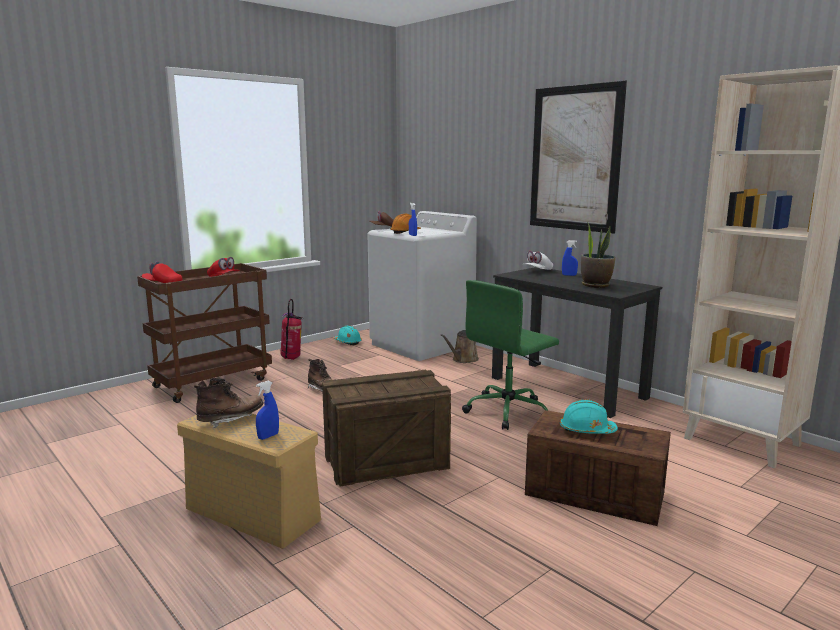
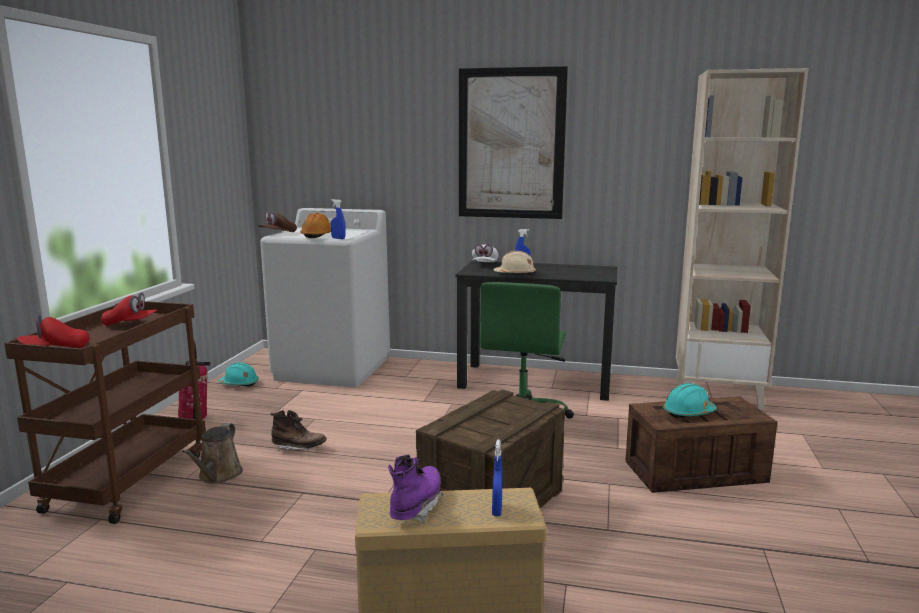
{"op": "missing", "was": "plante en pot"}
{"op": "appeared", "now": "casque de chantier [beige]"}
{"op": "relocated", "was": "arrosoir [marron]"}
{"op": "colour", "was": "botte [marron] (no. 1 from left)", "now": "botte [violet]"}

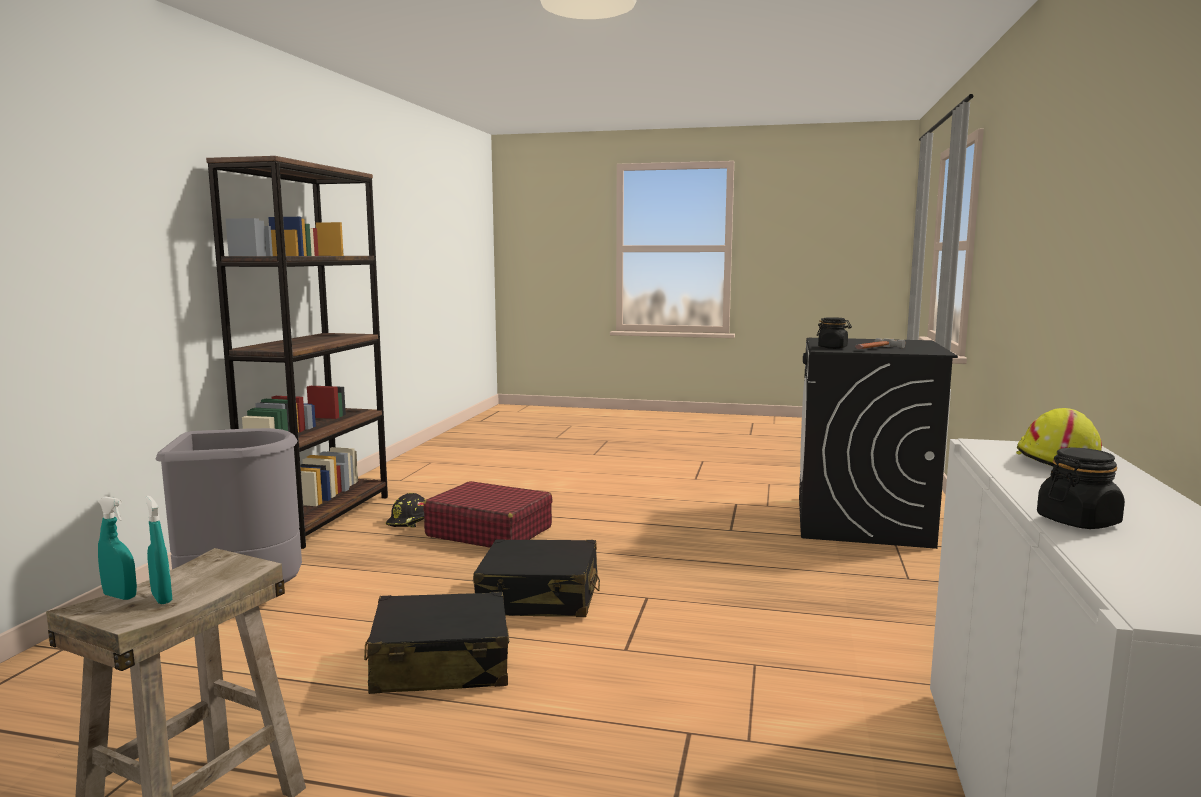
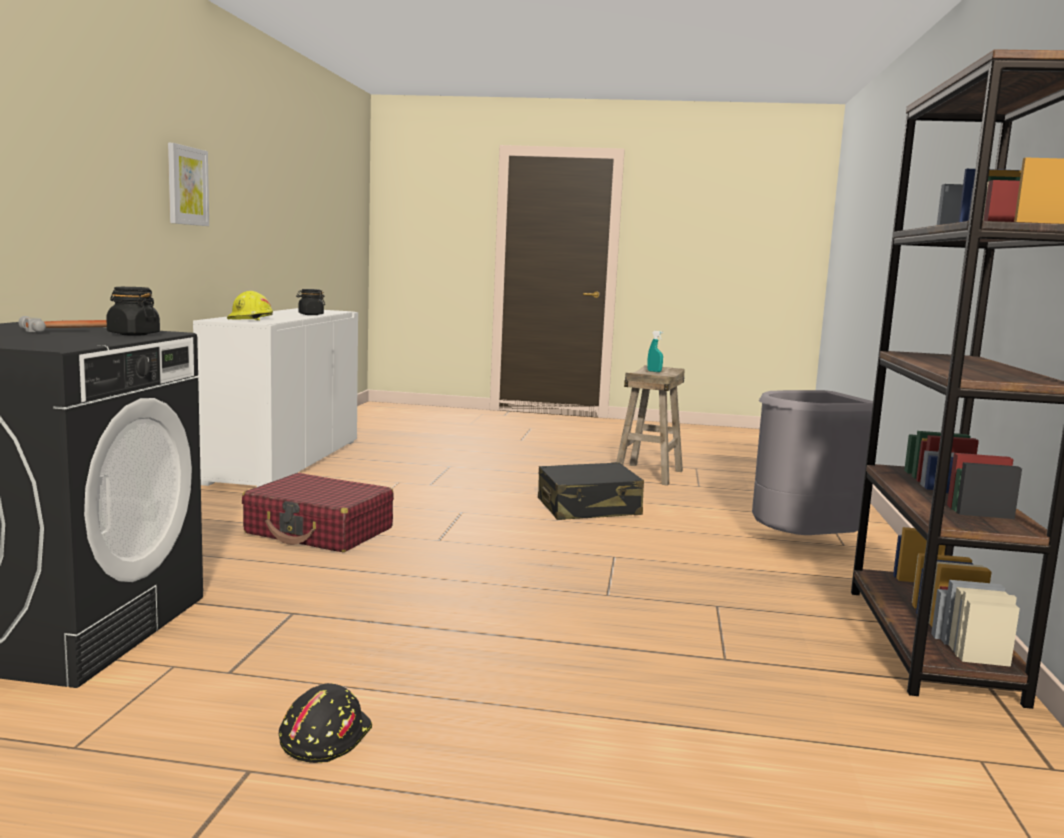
{"op": "missing", "was": "vaporisateur [turquoise] (no. 1 from left)"}
{"op": "missing", "was": "valise [noir] (no. 2 from left)"}
{"op": "appeared", "now": "tableau"}
{"op": "relocated", "was": "casque de chantier [noir]"}
{"op": "relocated", "was": "valise [rouge]"}

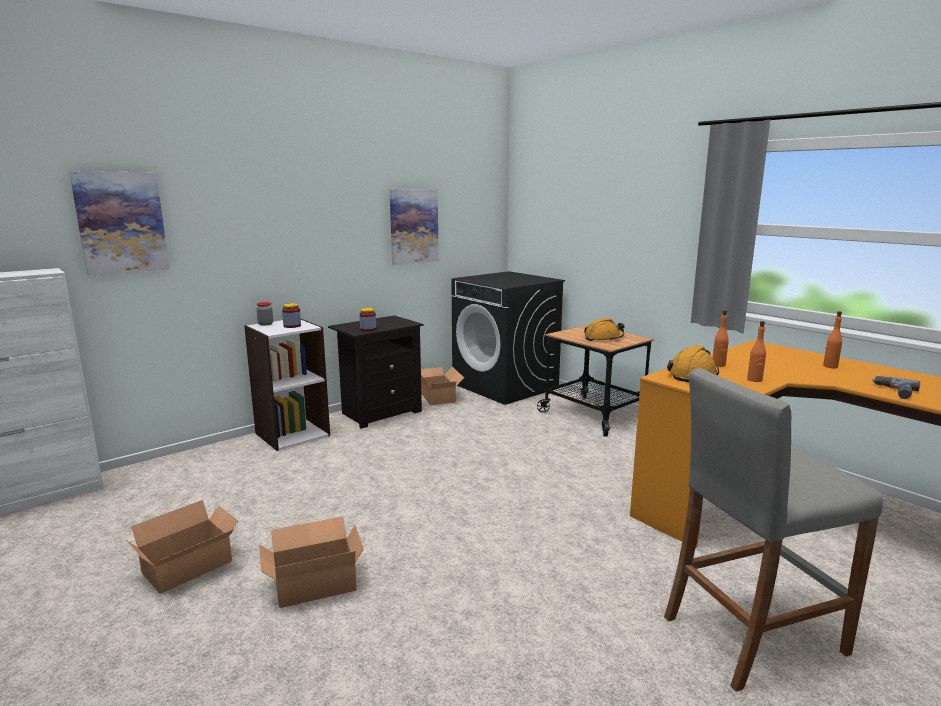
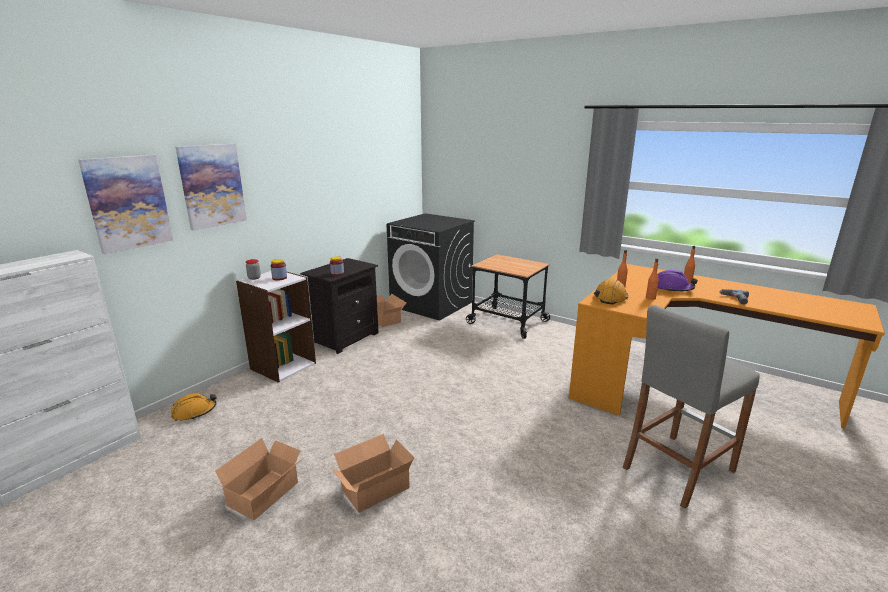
{"op": "appeared", "now": "casque de chantier [violet]"}
{"op": "relocated", "was": "tableau (no. 2 from left)"}
{"op": "relocated", "was": "casque de chantier [orange] (no. 1 from left)"}

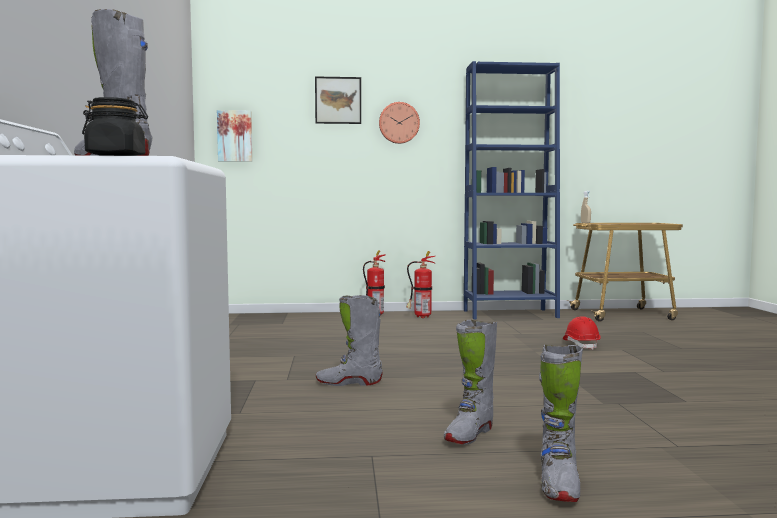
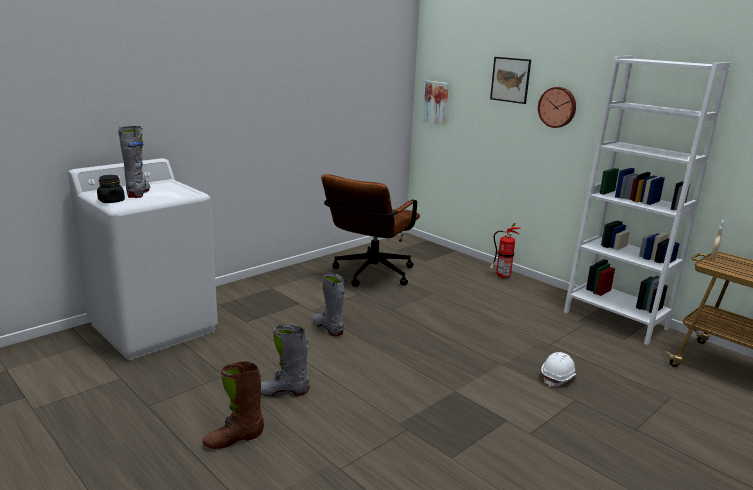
{"op": "missing", "was": "extincteur (no. 2 from left)"}
{"op": "appeared", "now": "chaise de bureau [marron]"}
{"op": "colour", "was": "bibliothèque [bleu]", "now": "bibliothèque [blanc]"}
{"op": "colour", "was": "botte [gris] (no. 4 from left)", "now": "botte [marron]"}
{"op": "colour", "was": "casque de chantier [rouge]", "now": "casque de chantier [blanc]"}

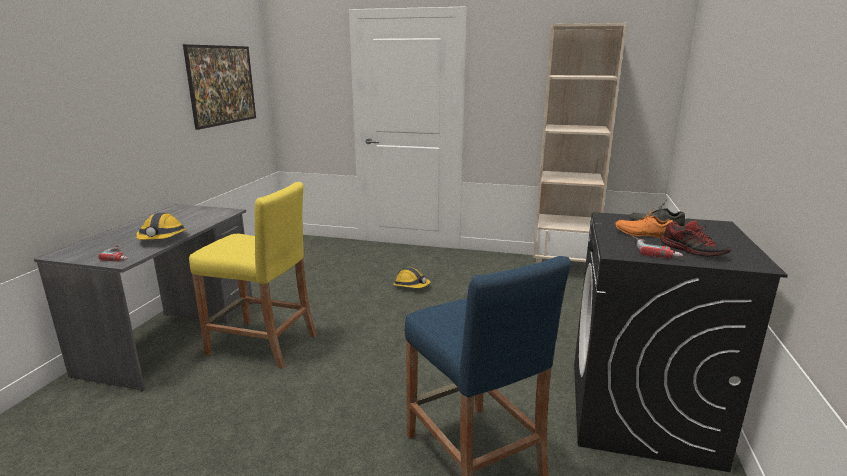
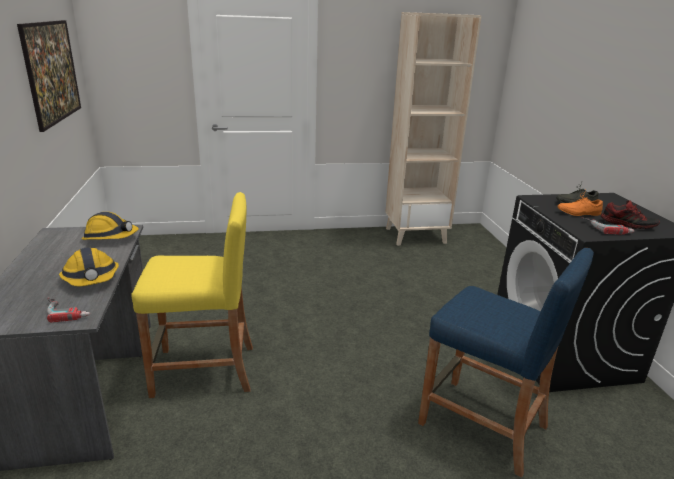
{"op": "relocated", "was": "casque de chantier (no. 2 from left)"}

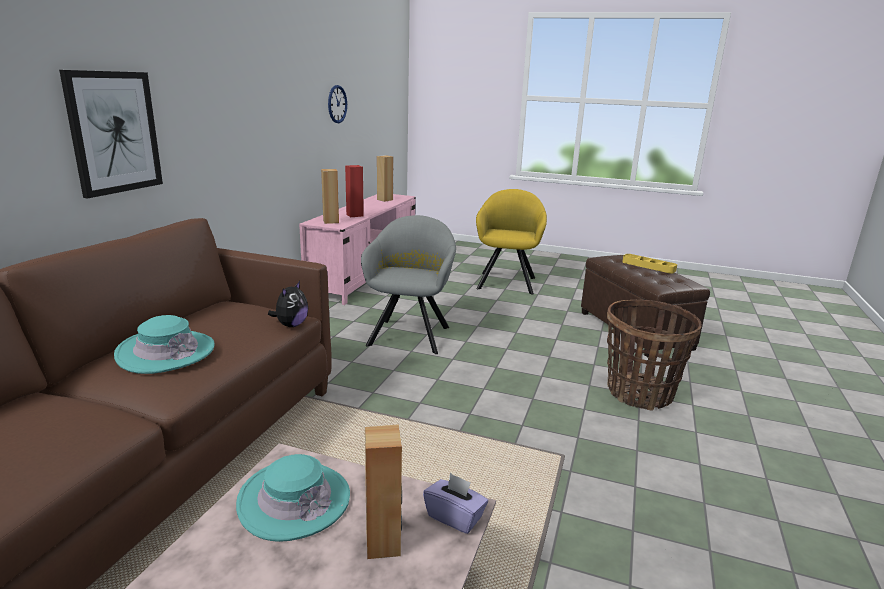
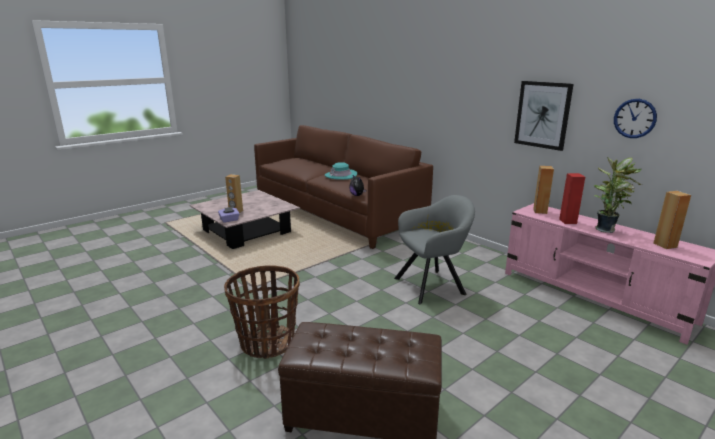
{"op": "missing", "was": "chapeau [turquoise] (no. 2 from left)"}
{"op": "missing", "was": "fauteuil [jaune]"}
{"op": "missing", "was": "plateau [jaune]"}
{"op": "appeared", "now": "plante en pot"}
{"op": "relocated", "was": "tableau"}
{"op": "spun", "was": "fauteuil [gris]", "clockwise": -60}

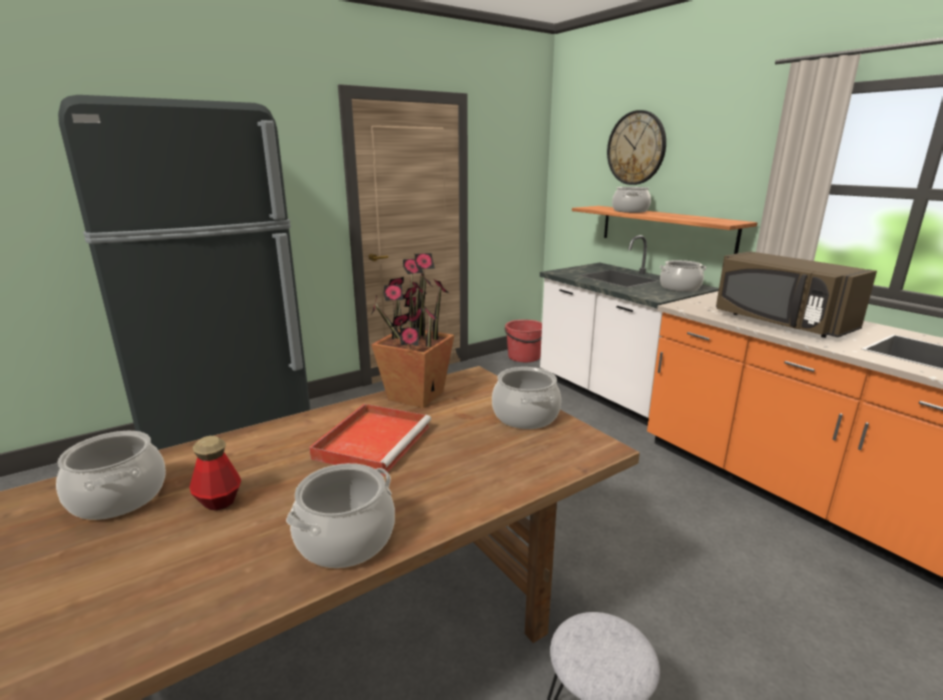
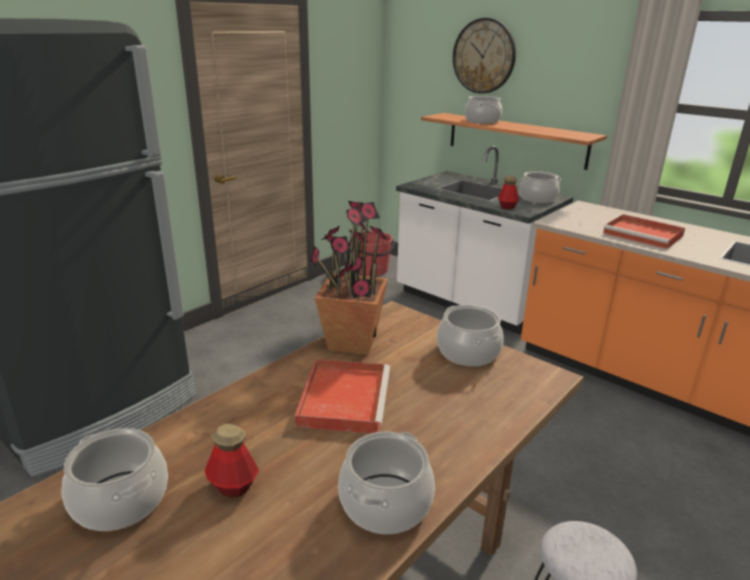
{"op": "appeared", "now": "bouteille (no. 2 from left)"}
{"op": "exchanged", "was": "micro-ondes [marron]", "now": "plateau [rouge] (no. 2 from left)"}

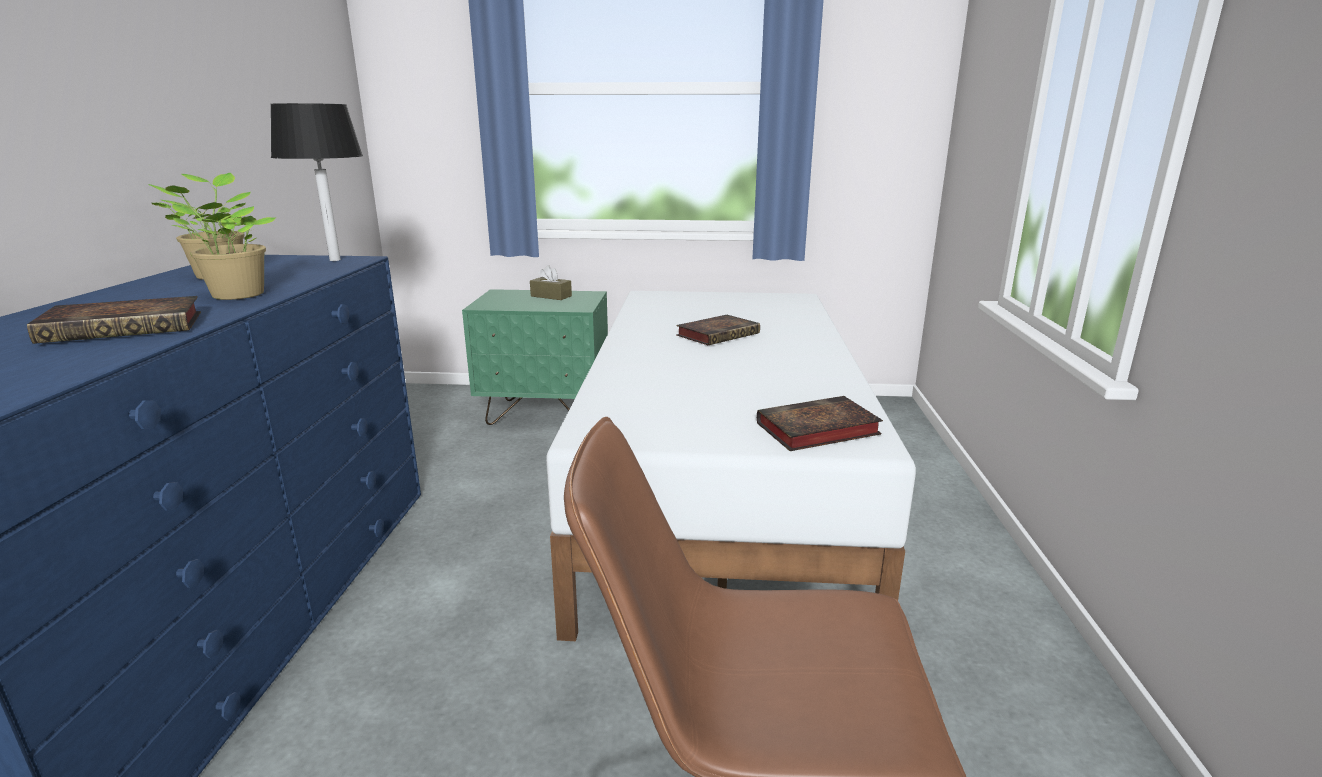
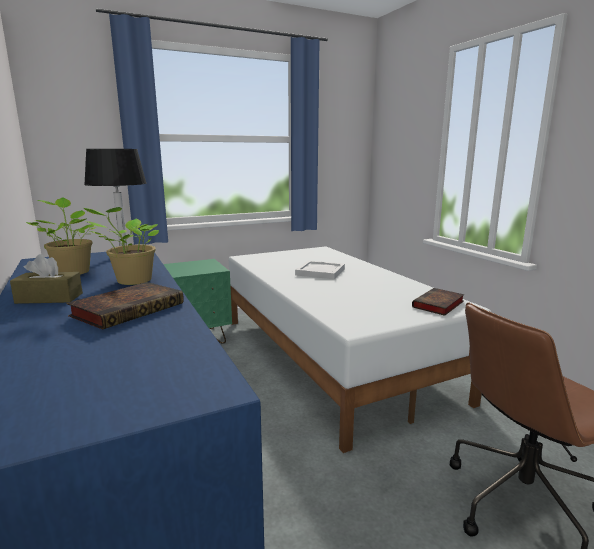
{"op": "relocated", "was": "boîte à mouchoirs [marron]"}
{"op": "exchanged", "was": "livre (no. 2 from left)", "now": "plateau [blanc]"}

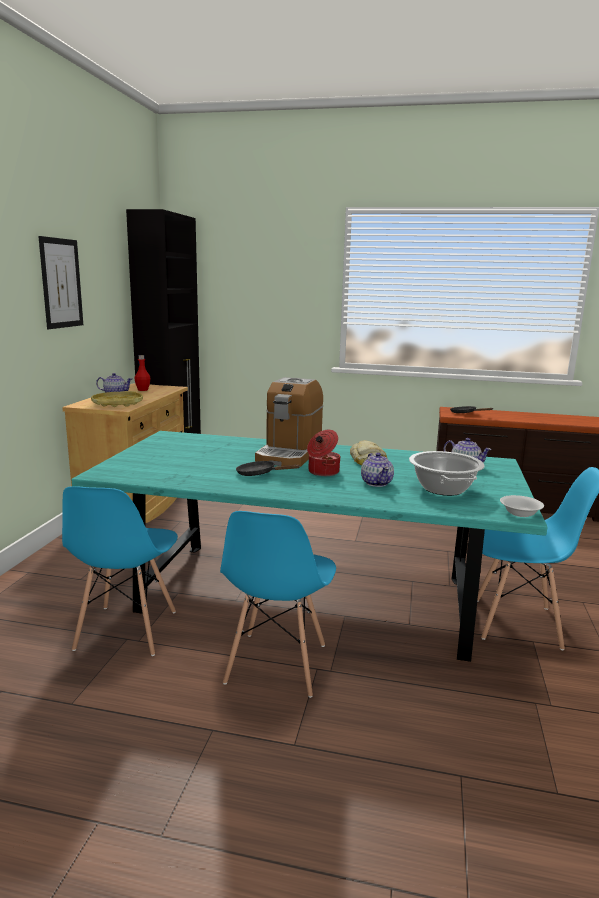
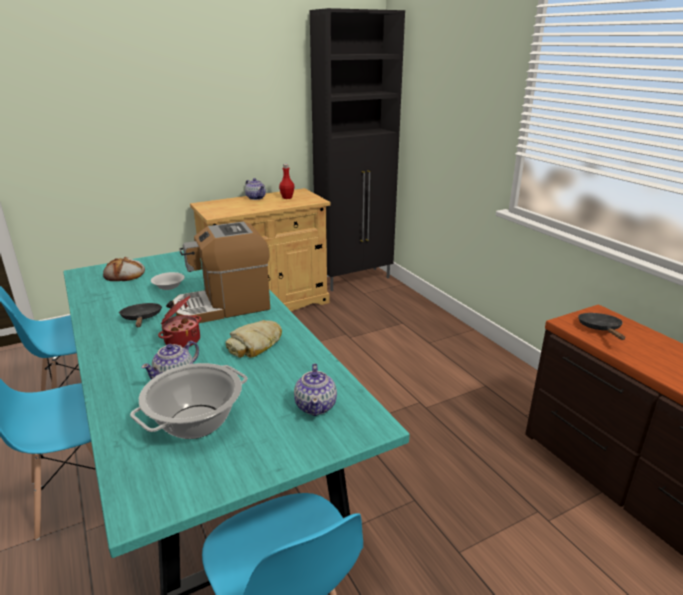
{"op": "missing", "was": "tableau"}
{"op": "missing", "was": "plateau [jaune]"}
{"op": "appeared", "now": "pain (no. 1 from left)"}
{"op": "relocated", "was": "bol [blanc]"}

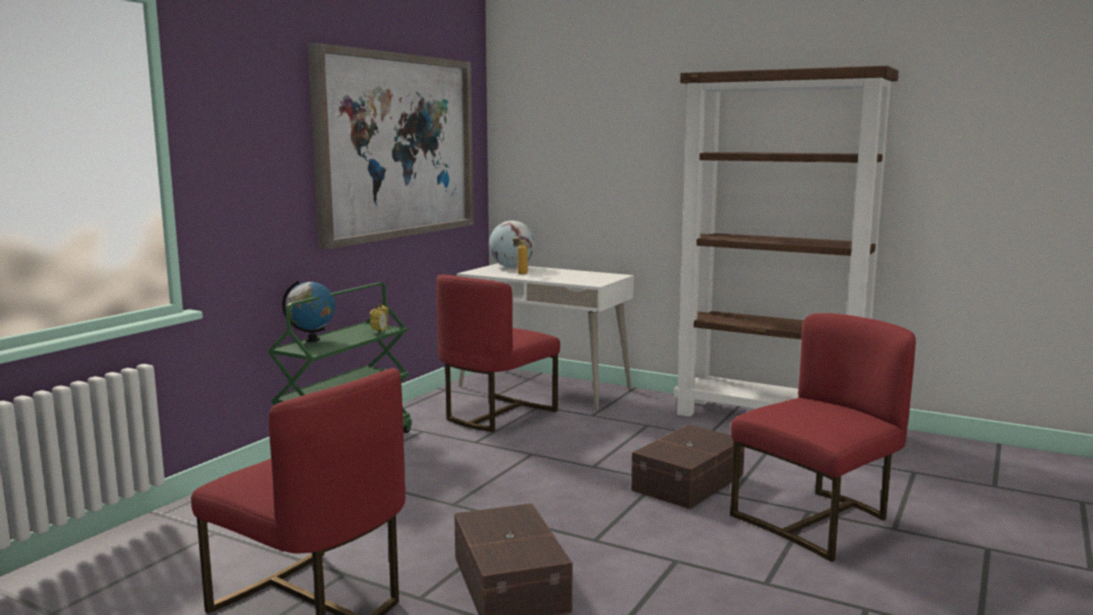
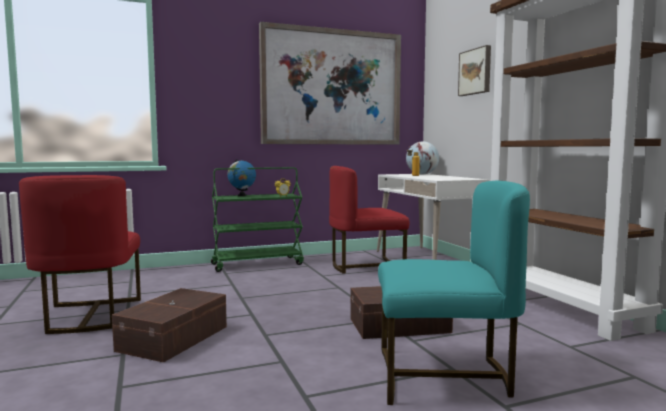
{"op": "appeared", "now": "tableau (no. 2 from left)"}
{"op": "colour", "was": "chaise [rouge] (no. 3 from left)", "now": "chaise [turquoise]"}

